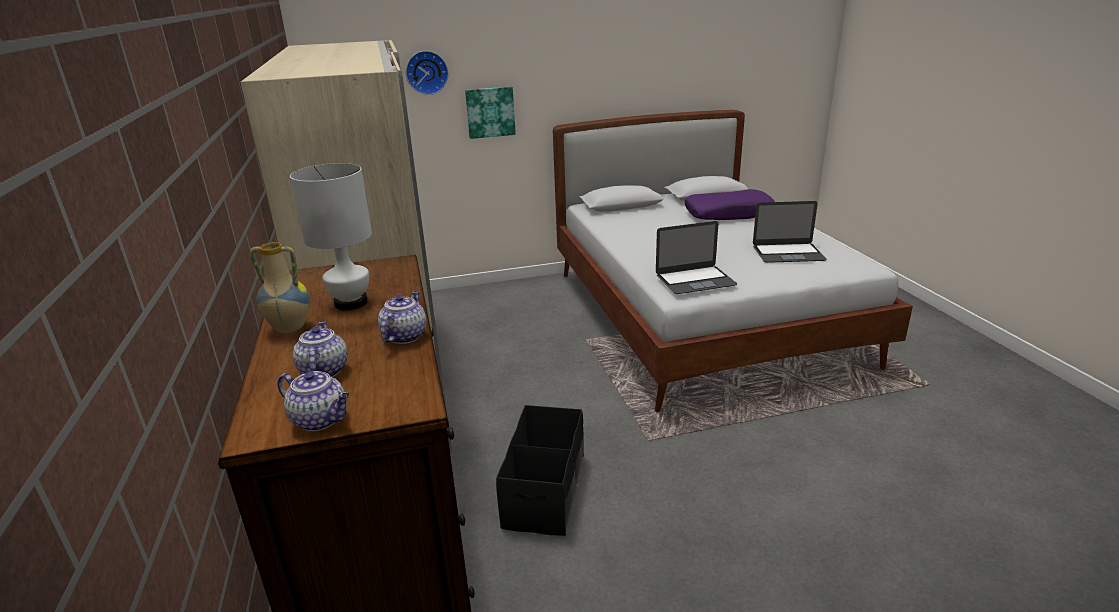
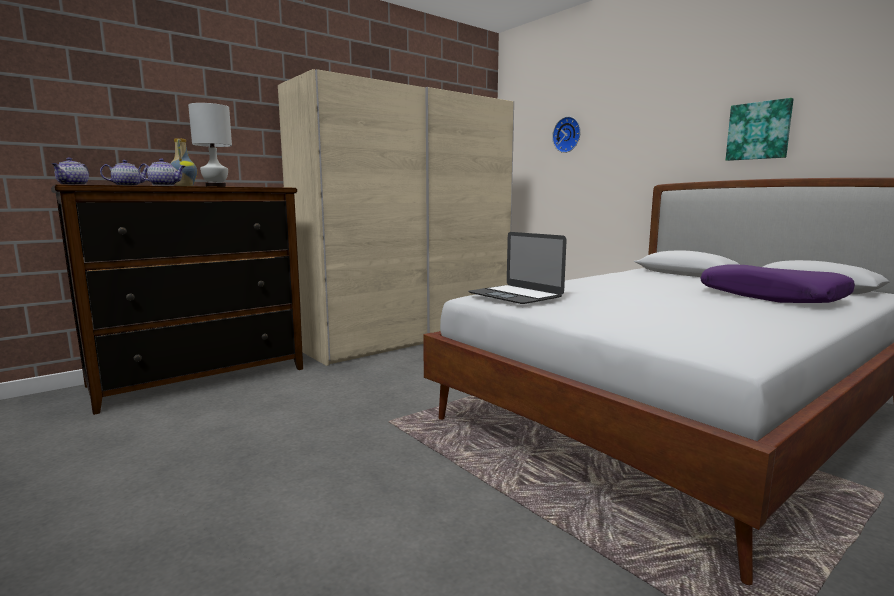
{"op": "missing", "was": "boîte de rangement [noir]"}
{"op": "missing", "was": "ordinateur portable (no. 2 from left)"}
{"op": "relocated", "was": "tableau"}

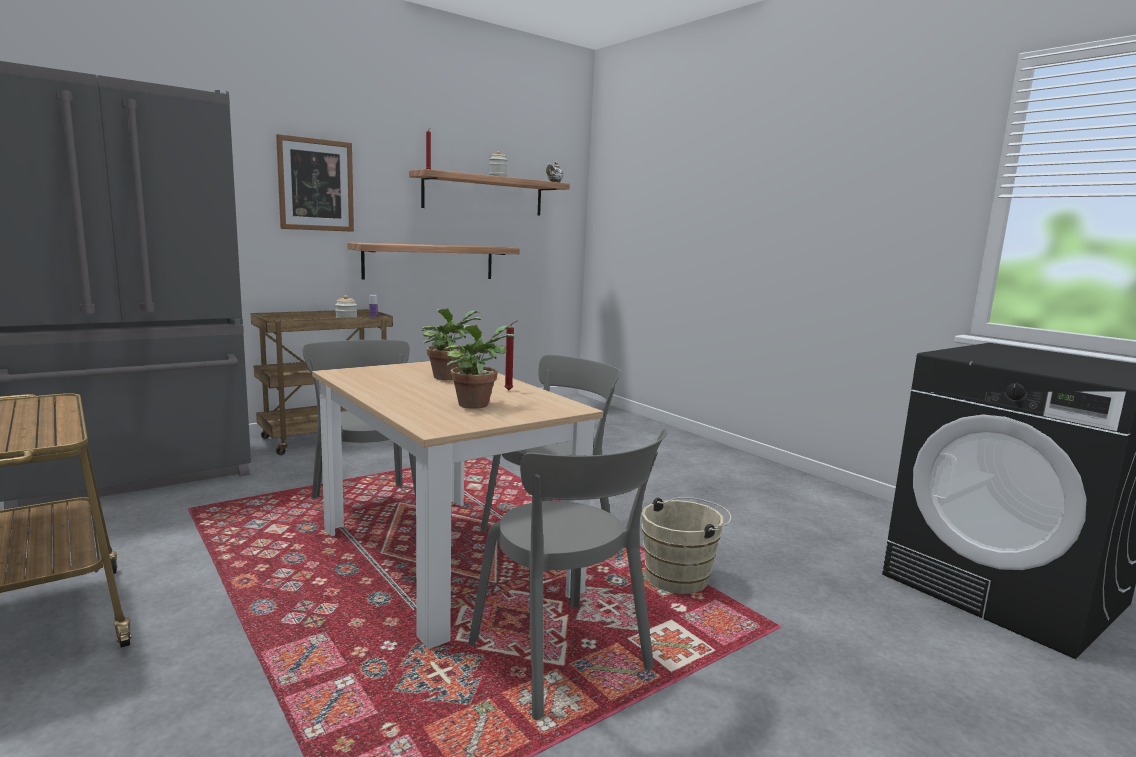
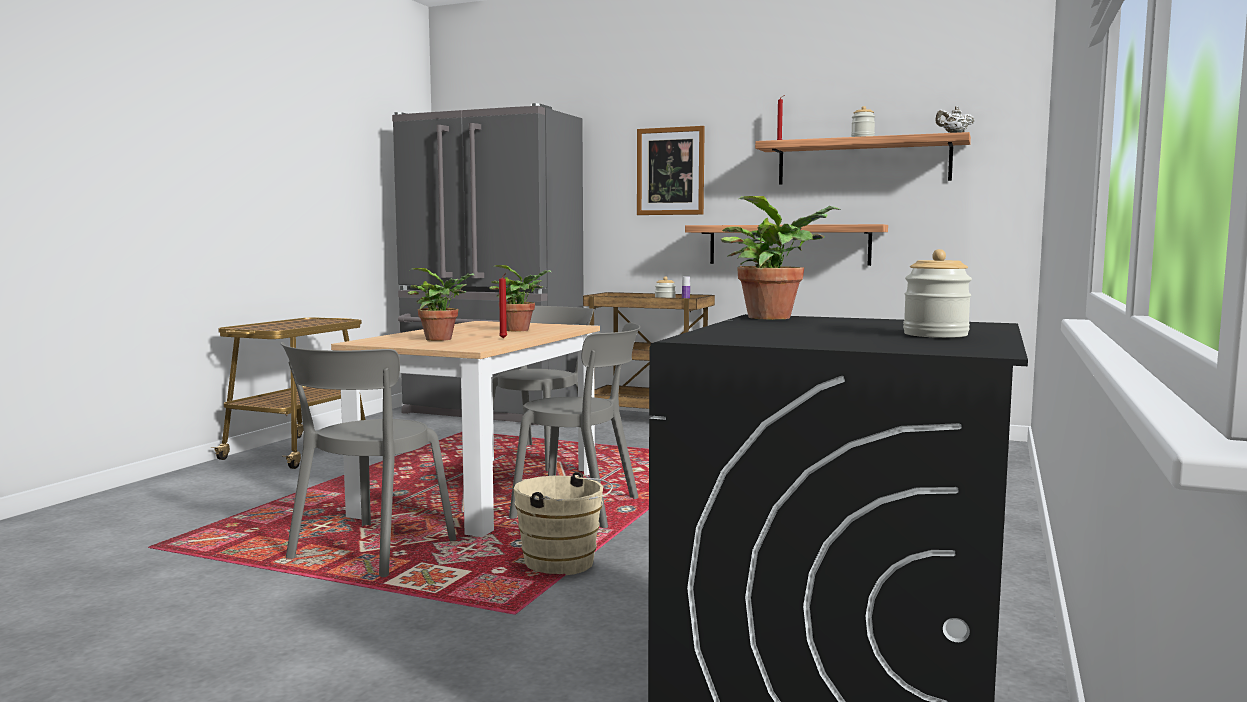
{"op": "appeared", "now": "plante en pot (no. 3 from left)"}
{"op": "appeared", "now": "bocal (no. 3 from left)"}

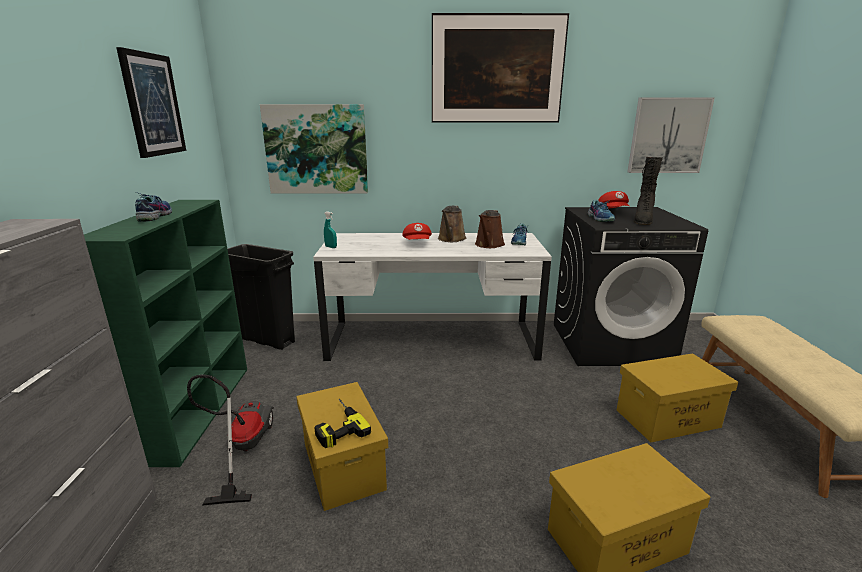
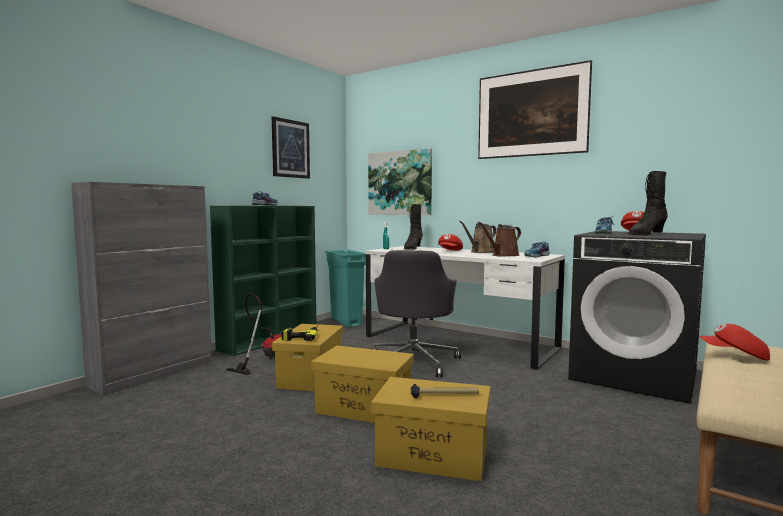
{"op": "missing", "was": "tableau (no. 4 from left)"}
{"op": "appeared", "now": "chaise de bureau [gris]"}
{"op": "appeared", "now": "botte [noir] (no. 1 from left)"}
{"op": "appeared", "now": "marteau"}
{"op": "appeared", "now": "casquette [rouge] (no. 3 from left)"}
{"op": "relocated", "was": "boîte de rangement [jaune] (no. 3 from left in the first image)", "now": "boîte de rangement [jaune] (no. 2 from left)"}
{"op": "colour", "was": "poubelle [noir]", "now": "poubelle [turquoise]"}

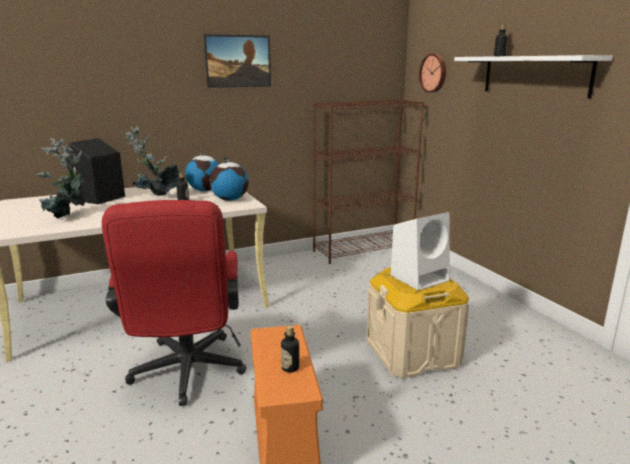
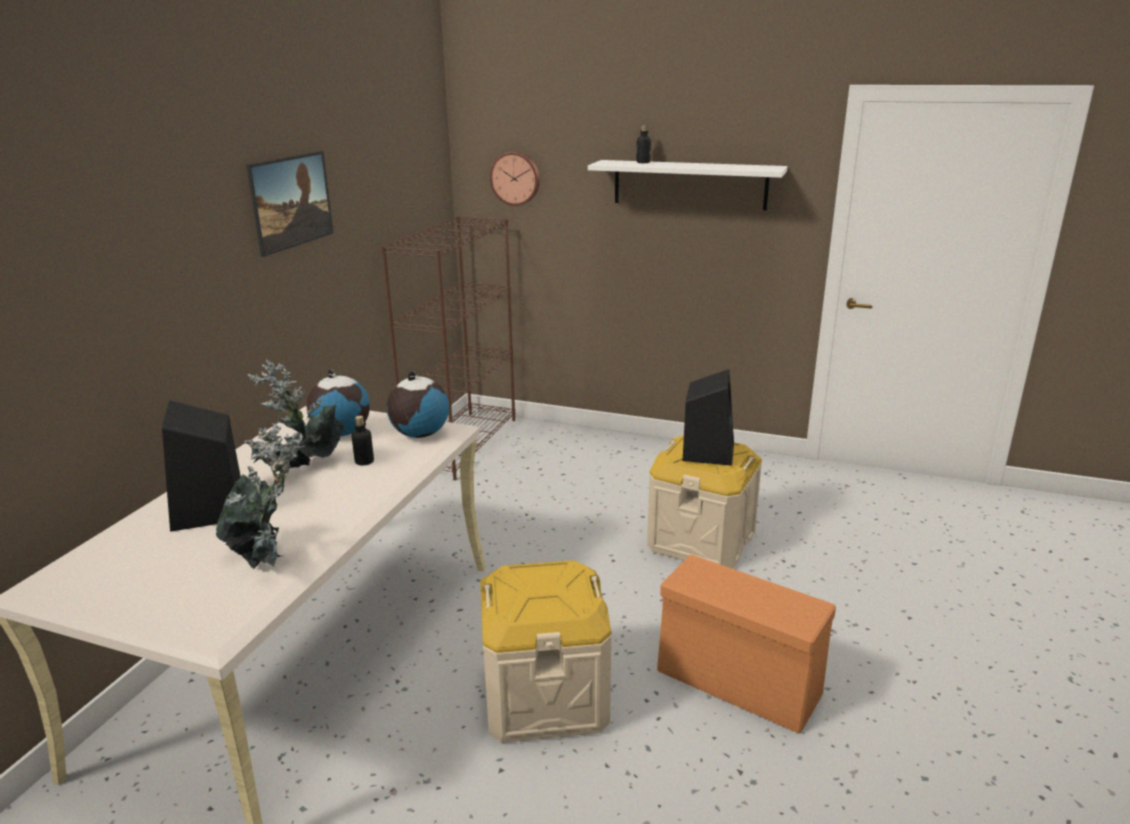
{"op": "missing", "was": "bouteille (no. 2 from left)"}
{"op": "exchanged", "was": "chaise de bureau [rouge]", "now": "boîte de rangement [beige] (no. 1 from left)"}
{"op": "colour", "was": "enceinte [blanc]", "now": "enceinte [noir] (no. 2 from left)"}

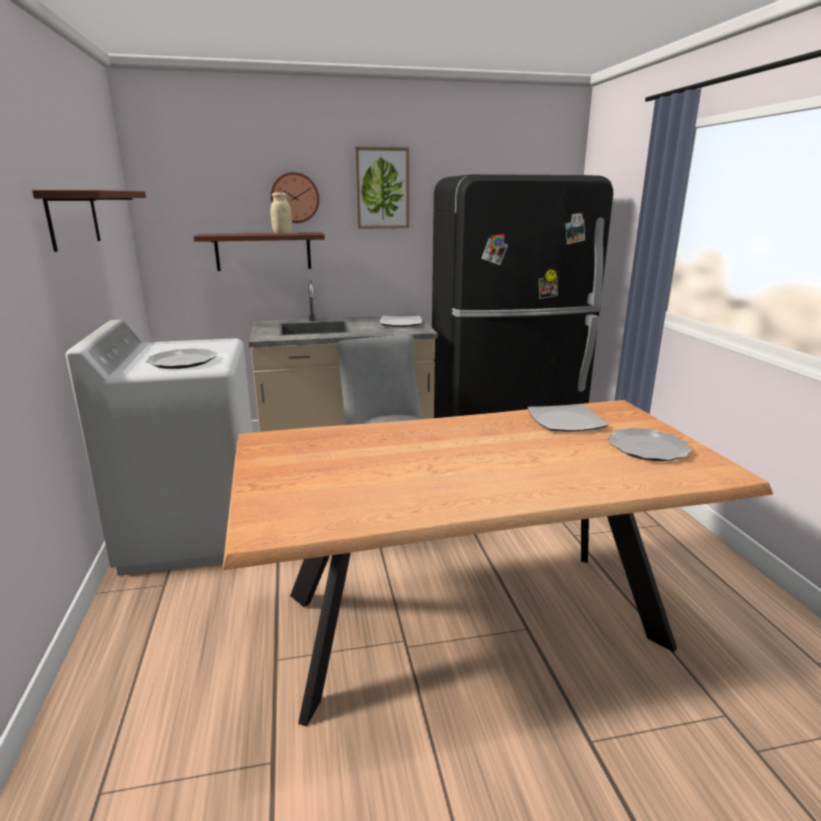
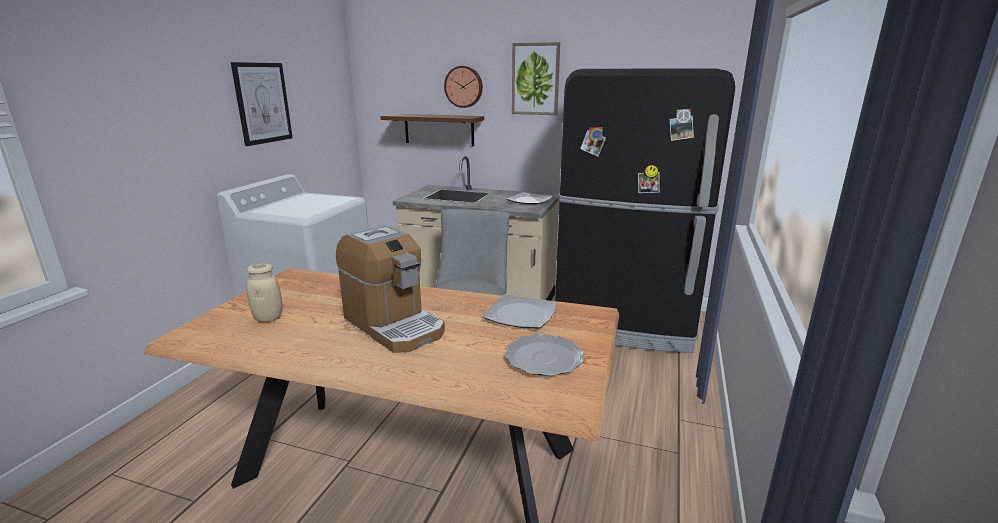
{"op": "missing", "was": "assiette (no. 1 from left)"}
{"op": "appeared", "now": "machine à café"}
{"op": "relocated", "was": "bocal [beige]"}
{"op": "exchanged", "was": "étagère [marron] (no. 1 from left)", "now": "tableau (no. 1 from left)"}

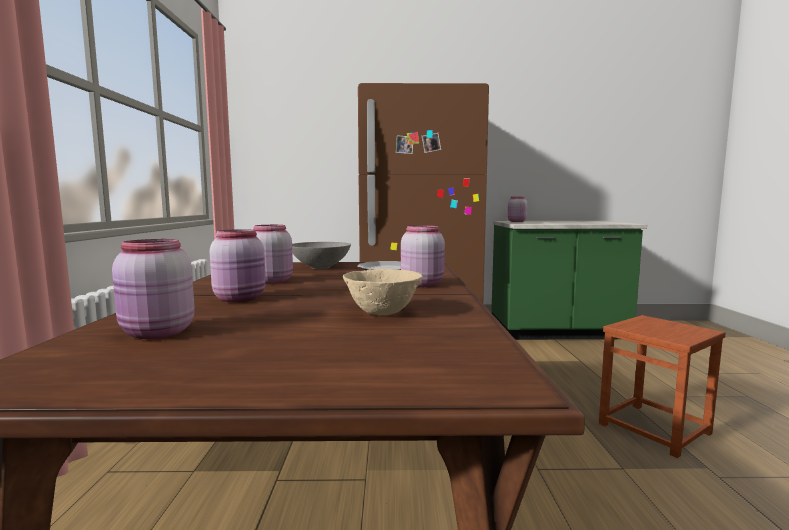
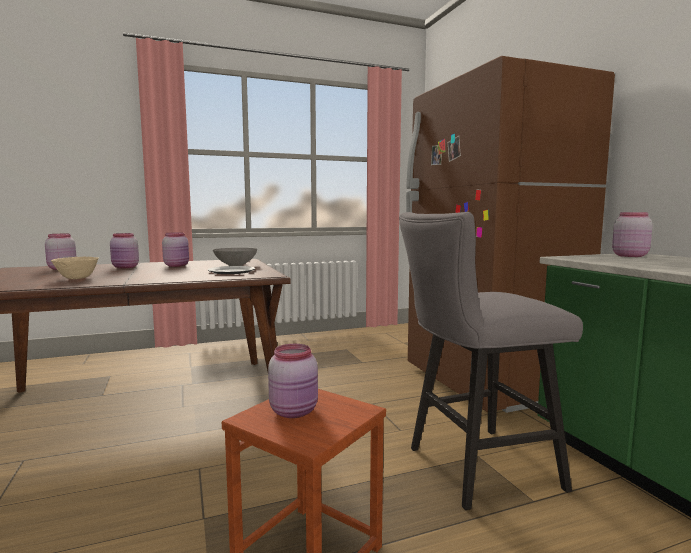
{"op": "appeared", "now": "tabouret [gris]"}
{"op": "relocated", "was": "bocal [rose] (no. 4 from left)"}

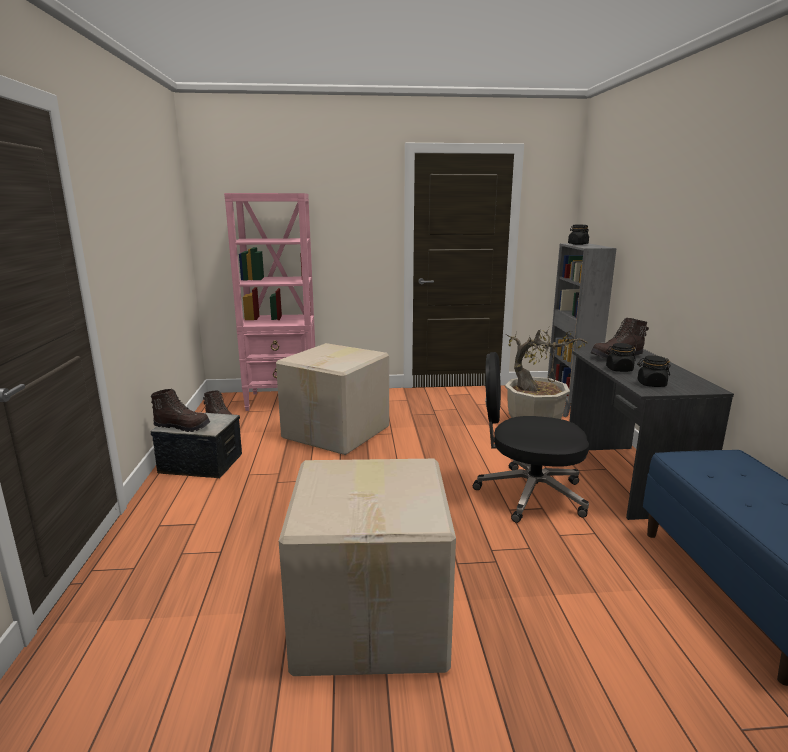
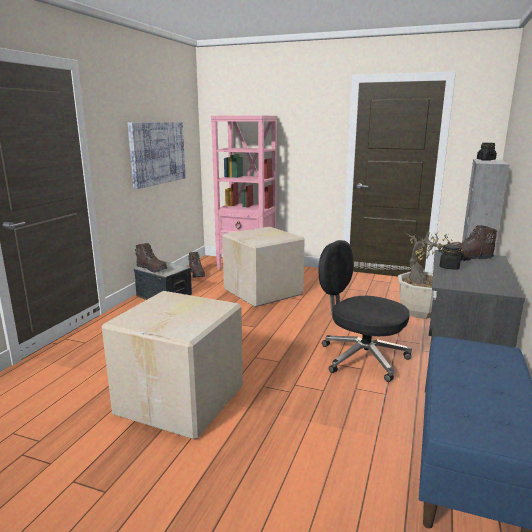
{"op": "missing", "was": "bocal [noir] (no. 3 from left)"}
{"op": "appeared", "now": "tableau"}

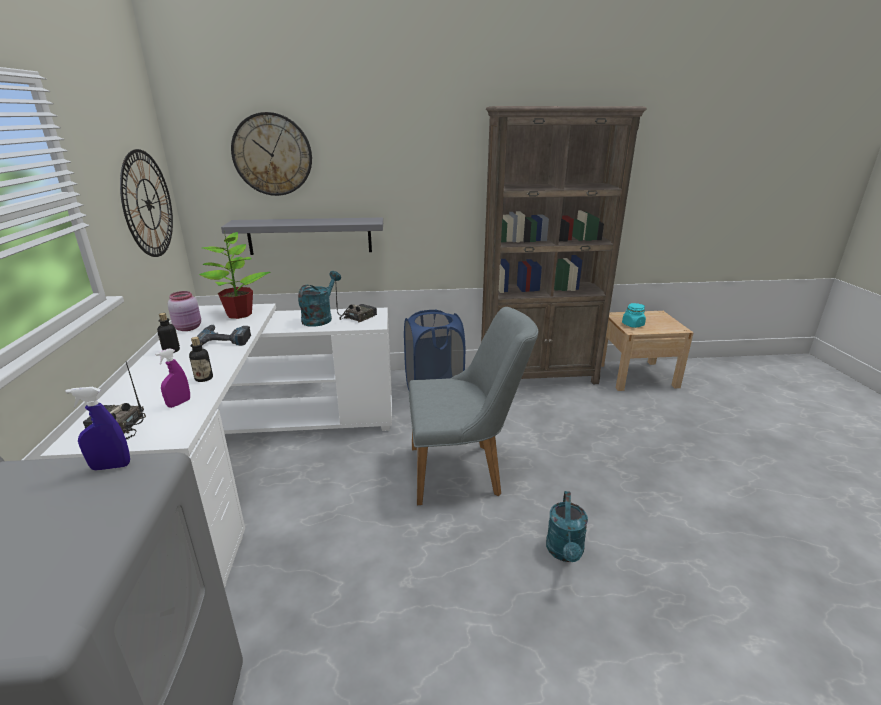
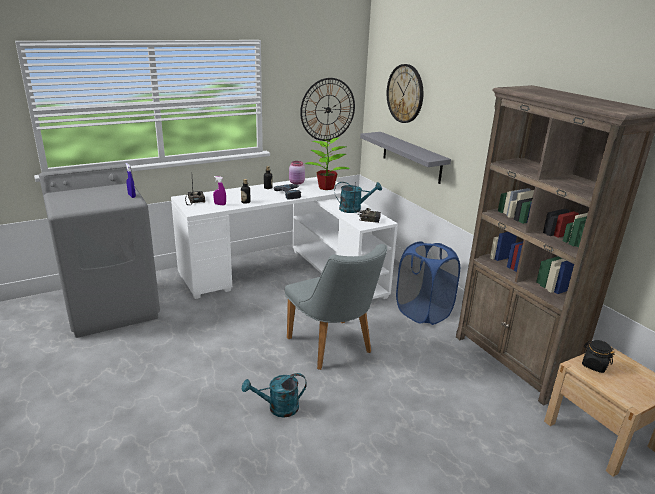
{"op": "colour", "was": "bocal [turquoise]", "now": "bocal [noir]"}

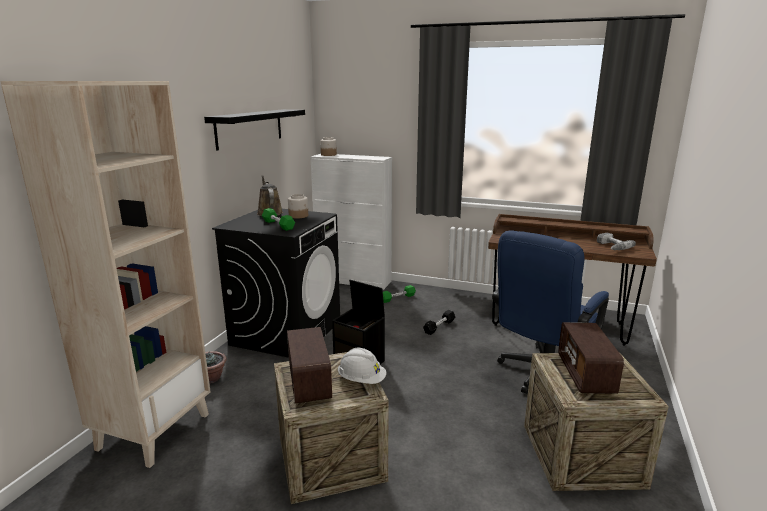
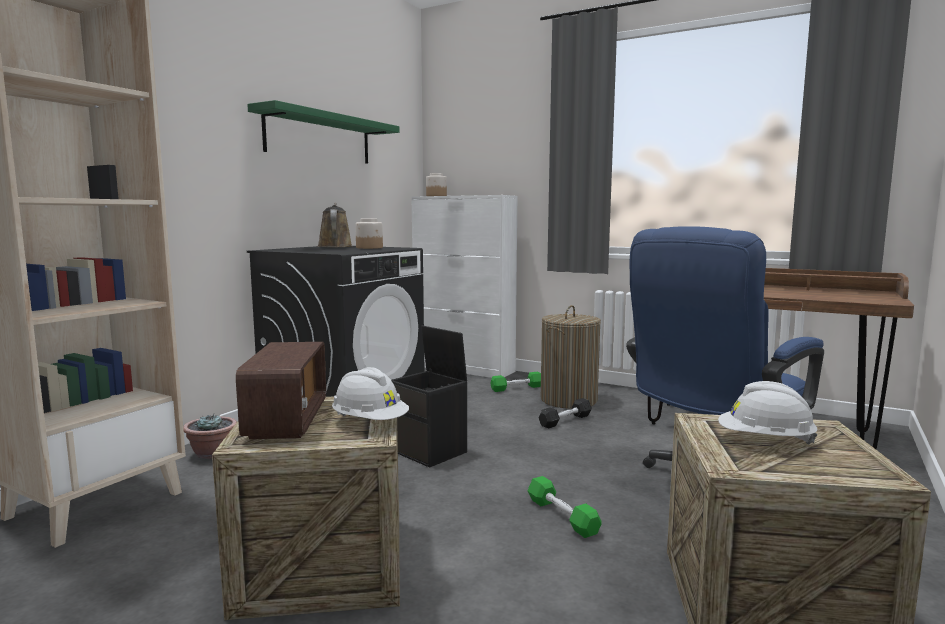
{"op": "missing", "was": "perceuse"}
{"op": "appeared", "now": "panier à linge"}
{"op": "relocated", "was": "haltère [vert] (no. 1 from left in the first image)", "now": "haltère [vert] (no. 2 from left)"}
{"op": "exchanged", "was": "radio (no. 2 from left)", "now": "casque de chantier [blanc] (no. 2 from left)"}
{"op": "colour", "was": "étagère [noir]", "now": "étagère [vert]"}

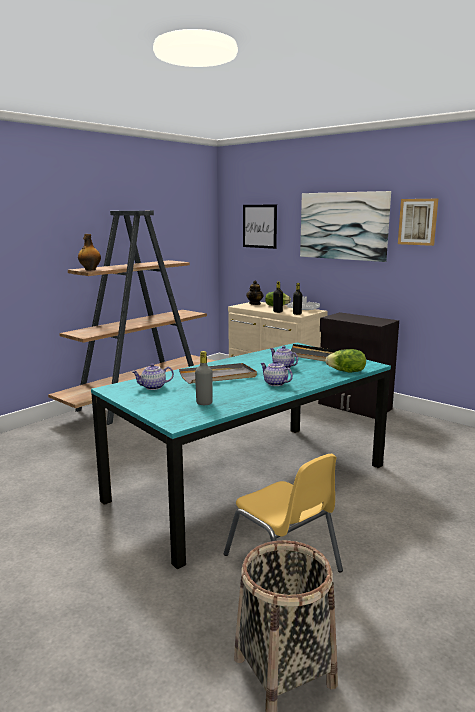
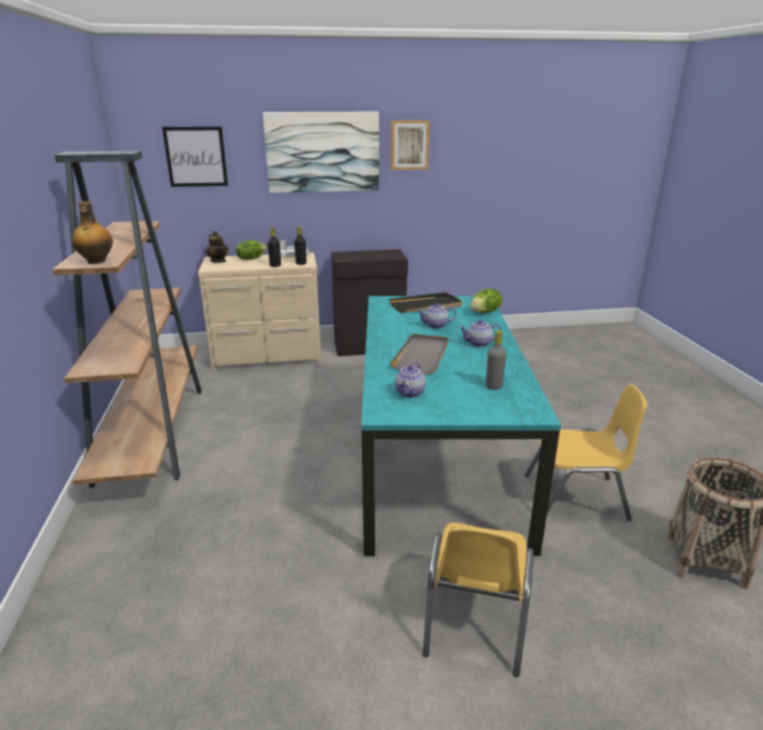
{"op": "appeared", "now": "chaise [jaune] (no. 1 from left)"}

